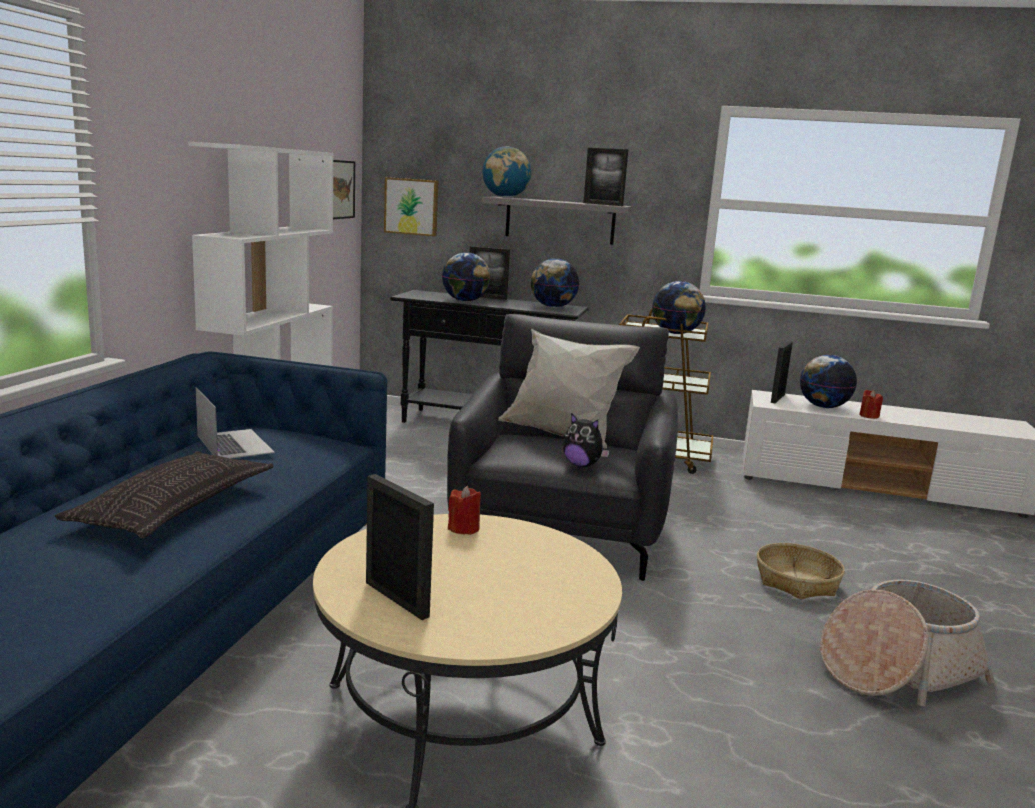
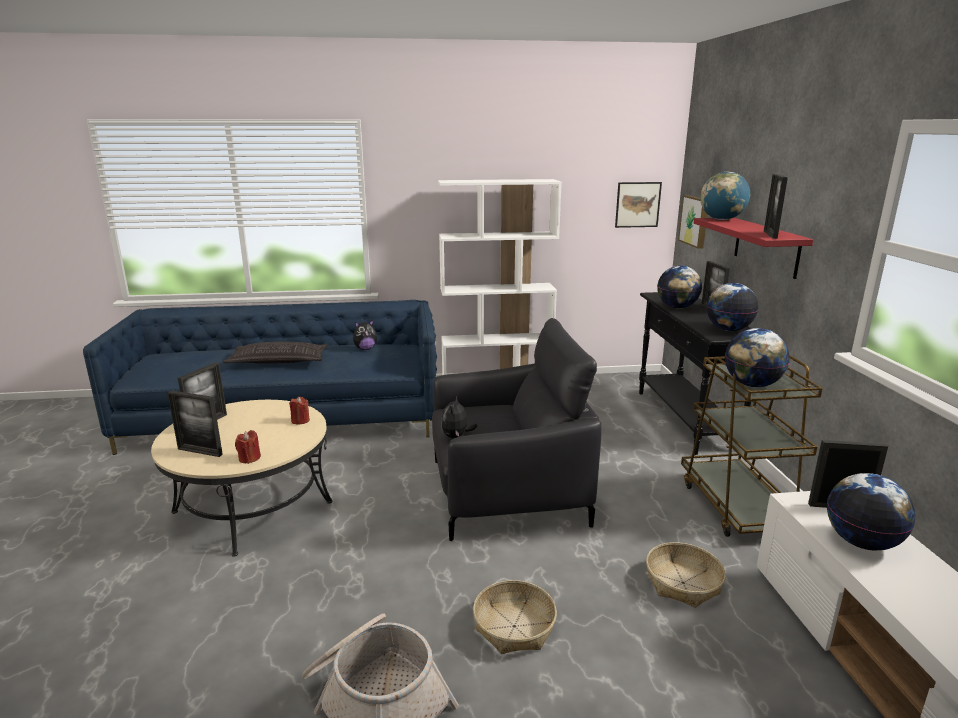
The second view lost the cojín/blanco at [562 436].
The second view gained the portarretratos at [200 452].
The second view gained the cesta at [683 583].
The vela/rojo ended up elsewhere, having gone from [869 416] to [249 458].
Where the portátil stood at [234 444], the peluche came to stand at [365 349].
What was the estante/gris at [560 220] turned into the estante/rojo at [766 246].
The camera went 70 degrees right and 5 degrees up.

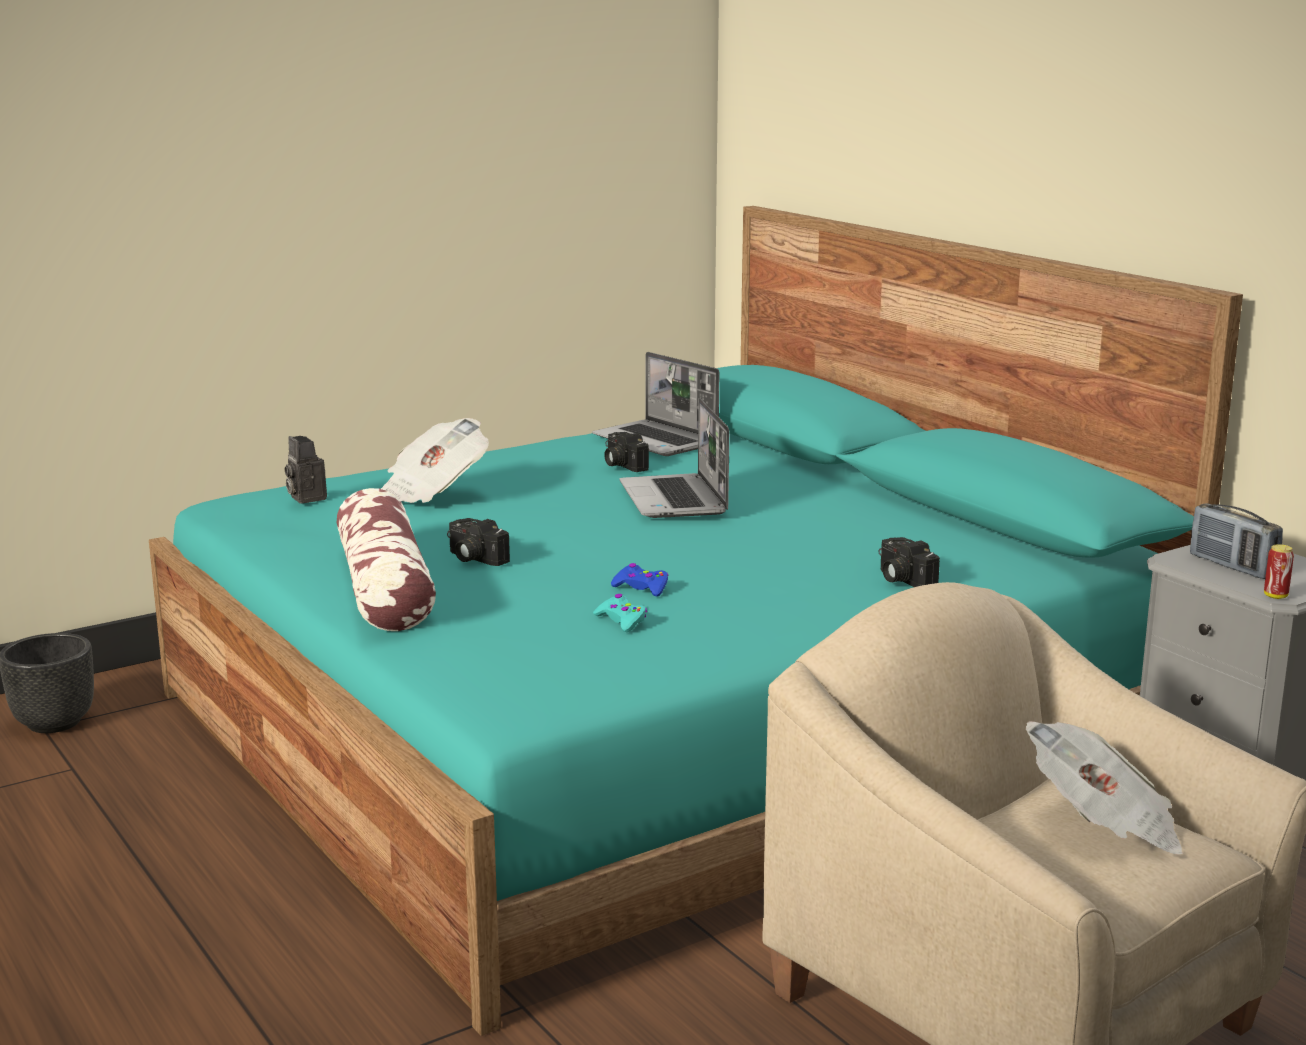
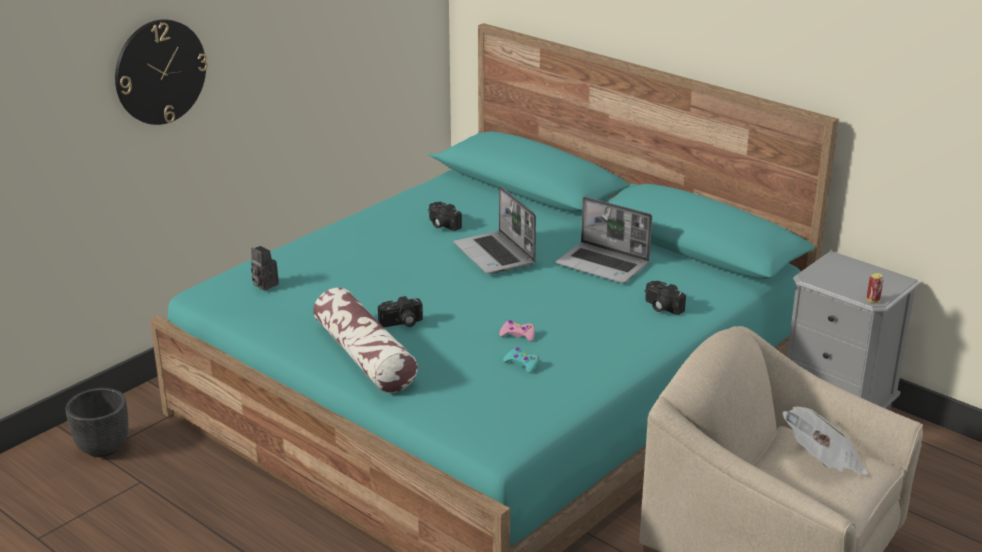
The second view lost the periódico at [431 492].
The second view lost the radio at [1232 566].
The second view gained the reloj de pared at [160 72].
The portátil ended up elsewhere, having gone from [657 441] to [603 265].
What was the mando de consola/azul at [641 588] turned into the mando de consola/rosa at [517 335].
The cámara at [473 558] ended up facing another way, 45 degrees counterclockwise from before.
The camera went 15 degrees left and 10 degrees up.

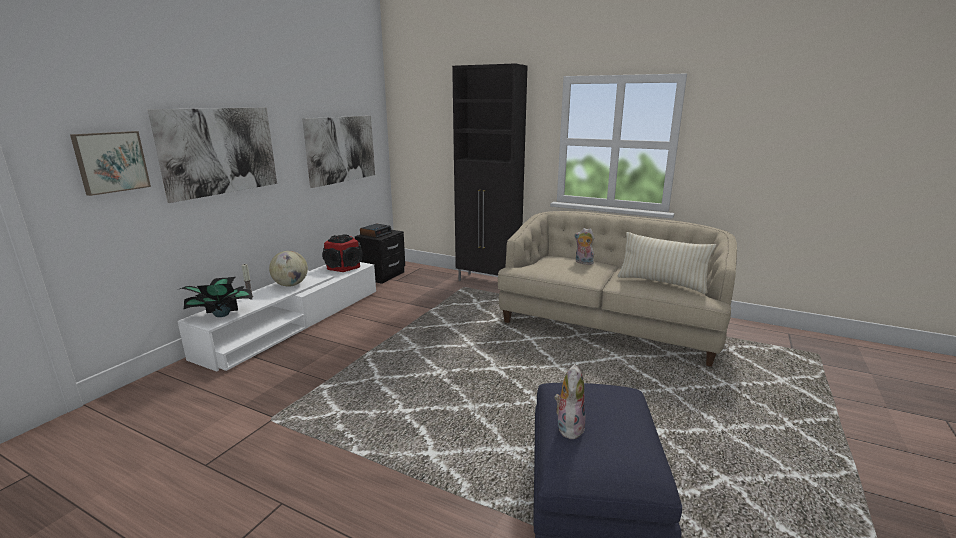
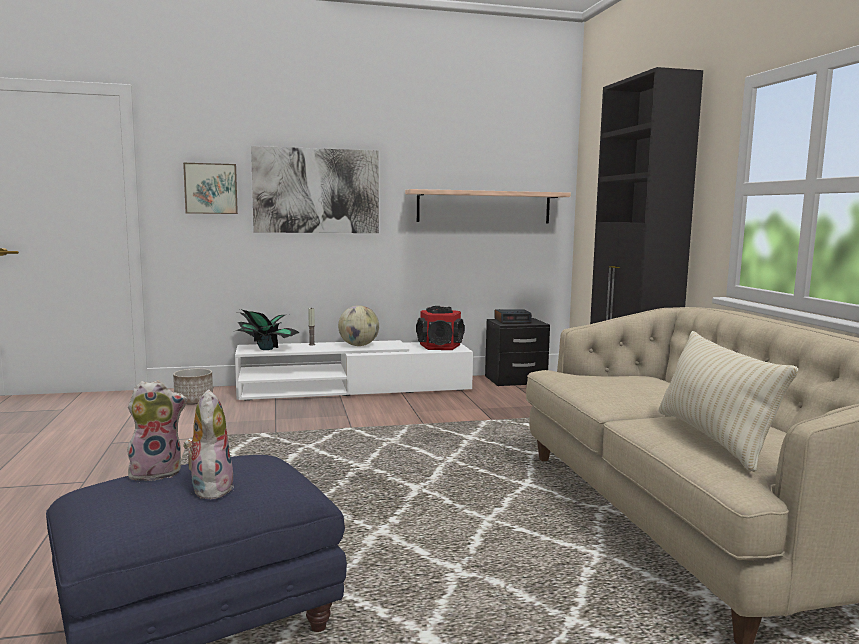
The second view gained the maceta at [193 401].
The peluche ended up elsewhere, having gone from [583 263] to [210 488].
Where the cuadro hung at [341 149], the estante came to hang at [484 207].
The camera went 50 degrees right and 10 degrees down.

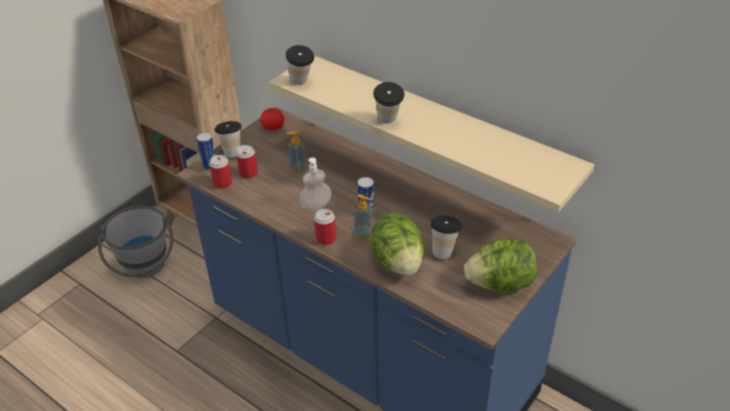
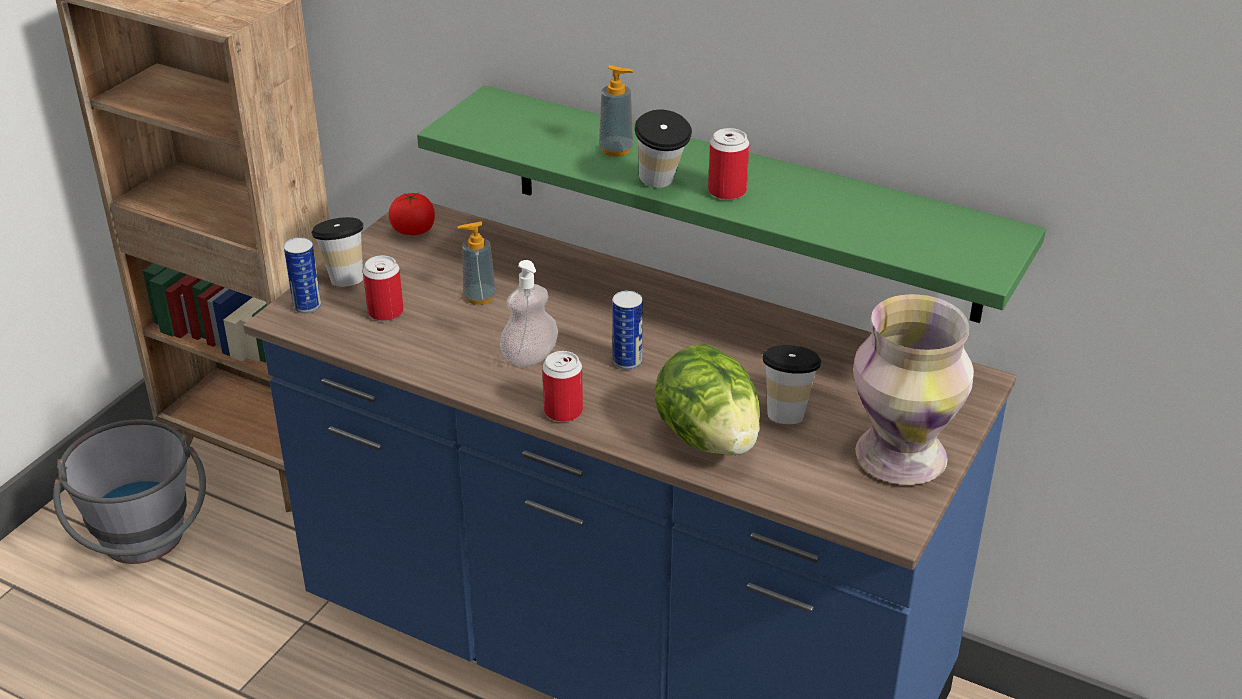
The second view lost the taza at [301 83].
The lata ended up elsewhere, having gone from [222 183] to [727 192].
The dispensador de jabón ended up elsewhere, having gone from [363 234] to [616 150].
Where the lechuga stood at [500 284], the florero came to stand at [902 458].
What was the estante/beis at [437 130] turned into the estante/verde at [740 202].
The camera went 10 degrees left and 5 degrees down.

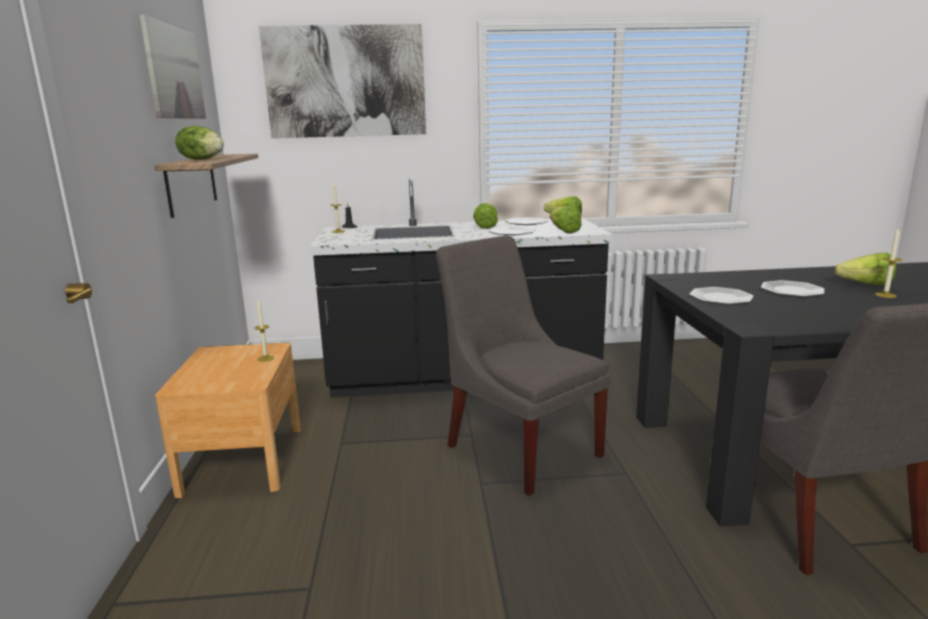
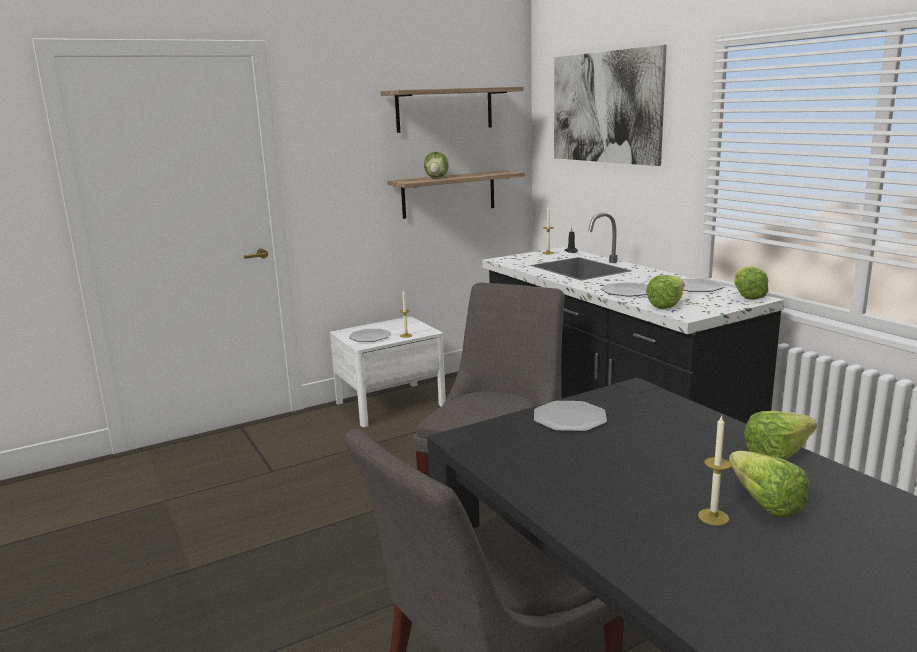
The lechuga ended up elsewhere, having gone from [486 226] to [783 454].
The plato ended up elsewhere, having gone from [791 291] to [370 337].
Where the cuadro hung at [174 73], the estante came to hang at [444 109].
What was the mesita de noche/marrón at [243 460] turned into the mesita de noche/blanco at [390 404].
The camera went 65 degrees right and 0 degrees up.

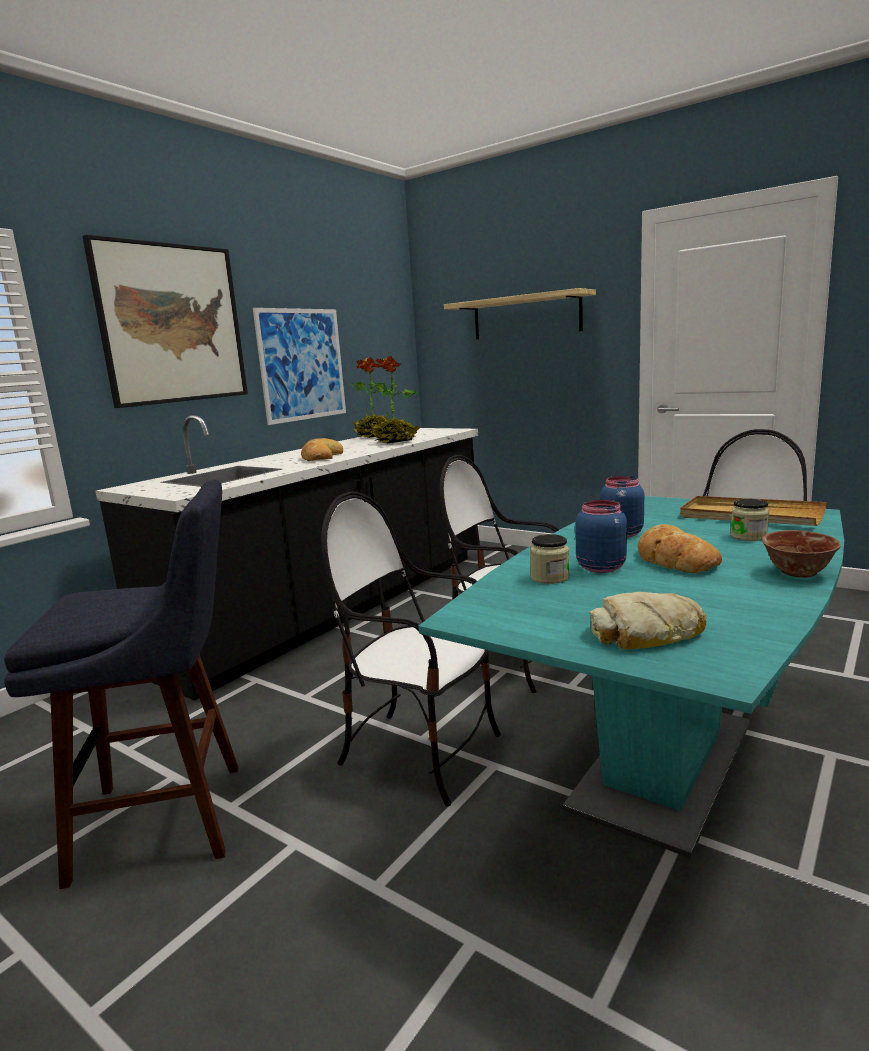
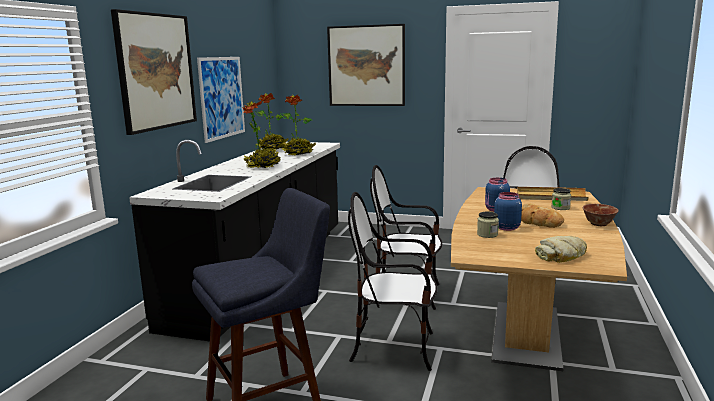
Where the pan stood at [320 457], the planta en maceta came to stand at [262 167].
Where the estante hung at [526 316], the cuadro came to hang at [366 66].
What was the mesa de comedor/turquesa at [664 764] turned into the mesa de comedor/marrón at [526 334].
The camera went 20 degrees left and 0 degrees up.

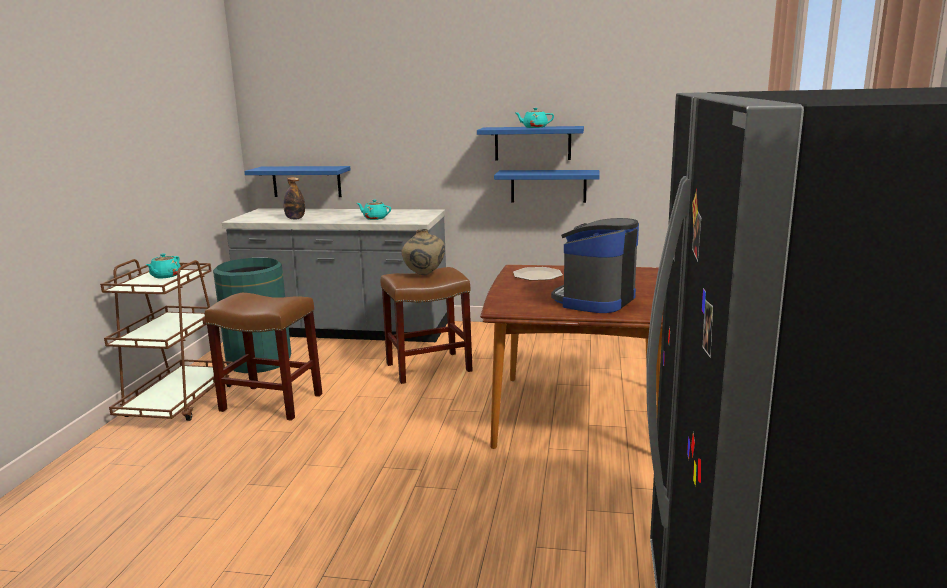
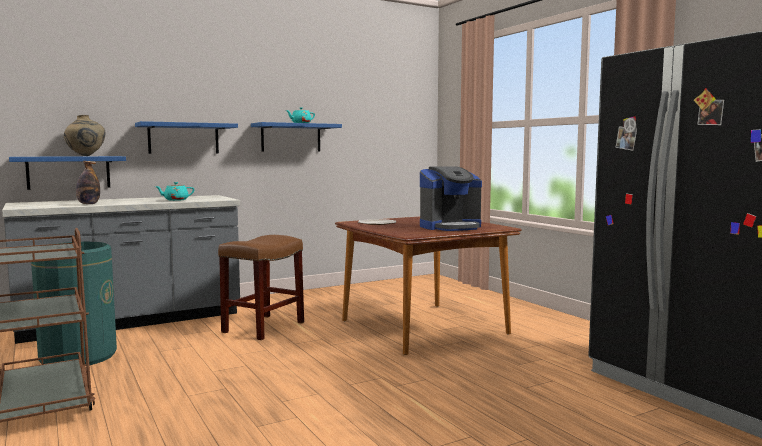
The second view lost the tetera/turquesa at [165 276].
The second view lost the taburete/marrón at [273 402].
The florero/beis ended up elsewhere, having gone from [424 275] to [85 156].
The estante/azul ended up elsewhere, having gone from [548 186] to [183 138].
The cafetera at [594 300] ended up facing another way, 105 degrees counterclockwise from before.
The camera went 40 degrees left and 10 degrees down.

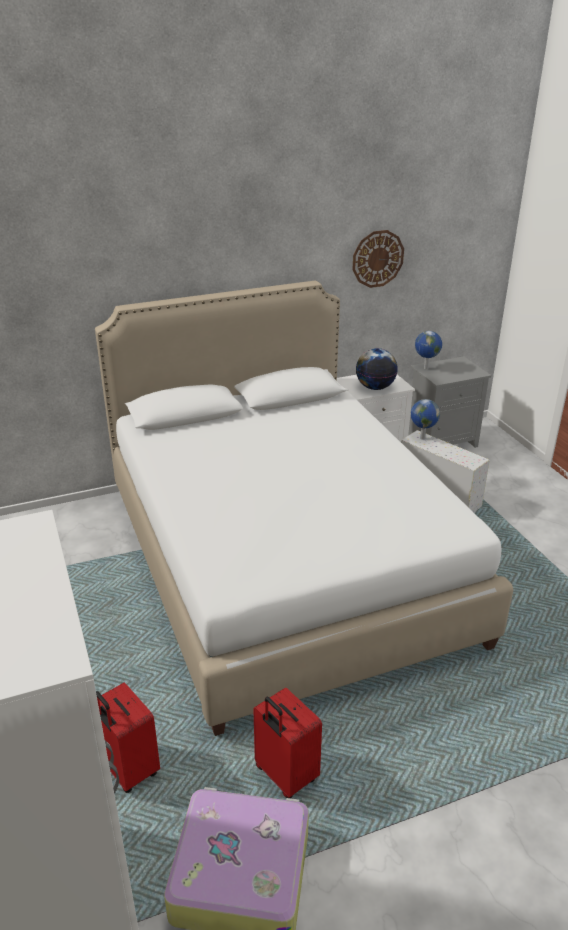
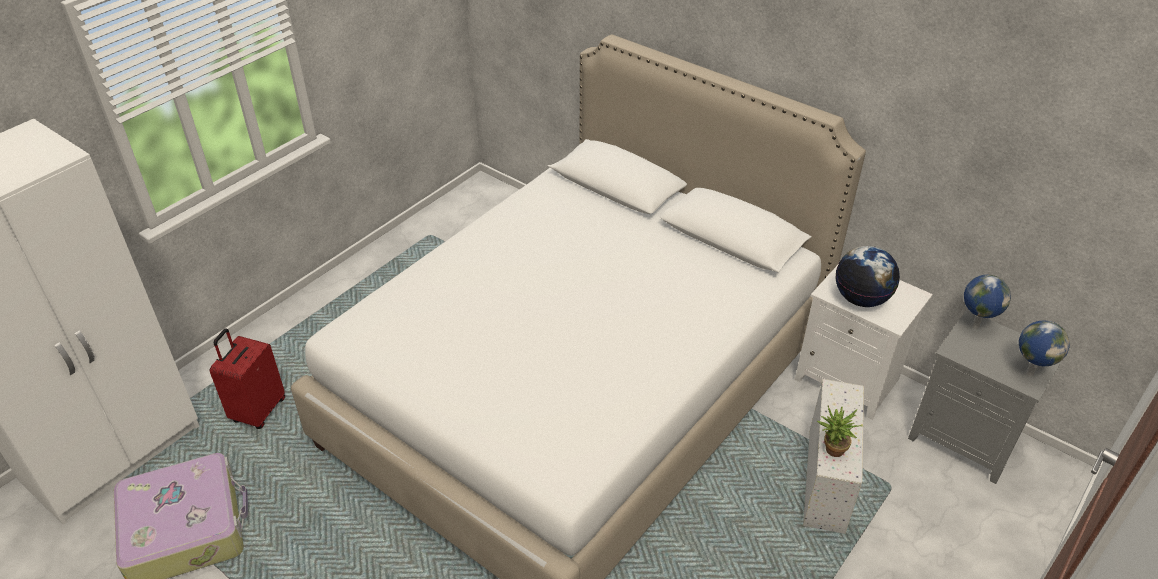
The second view lost the maleta/rojo at [284 775].
The second view lost the reloj de pared at [377 258].
The second view gained the planta en maceta at [831 451].
The globo terráqueo ended up elsewhere, having gone from [421 438] to [1029 373].
The camera went 60 degrees right and 10 degrees up.

